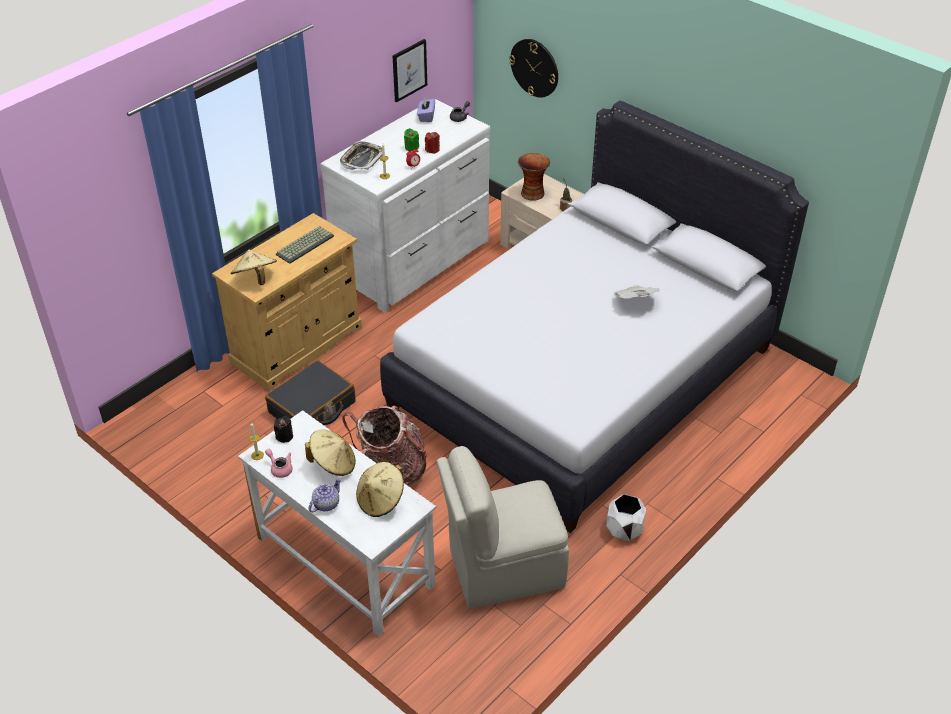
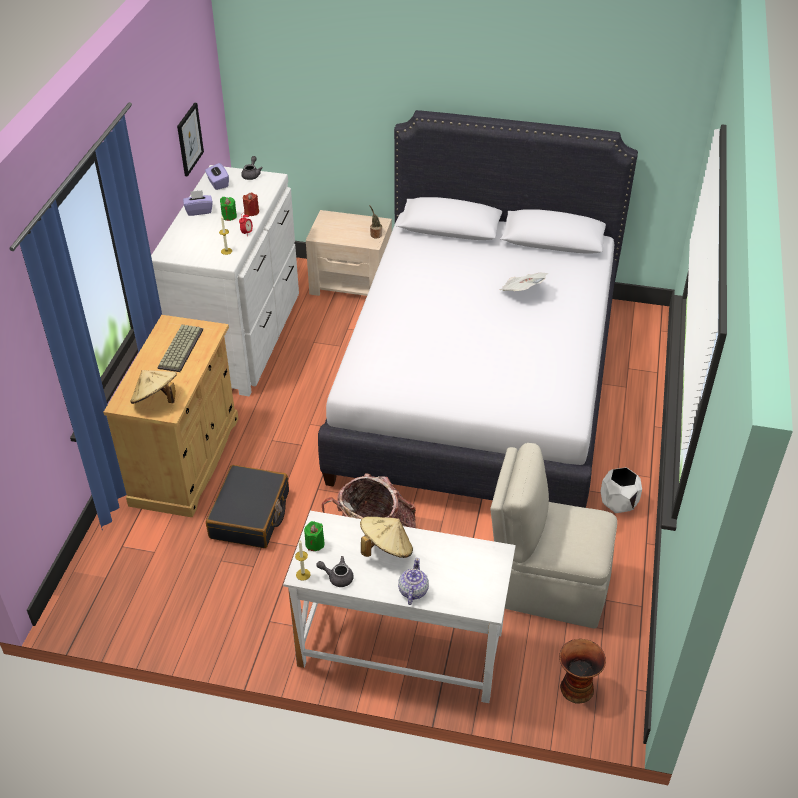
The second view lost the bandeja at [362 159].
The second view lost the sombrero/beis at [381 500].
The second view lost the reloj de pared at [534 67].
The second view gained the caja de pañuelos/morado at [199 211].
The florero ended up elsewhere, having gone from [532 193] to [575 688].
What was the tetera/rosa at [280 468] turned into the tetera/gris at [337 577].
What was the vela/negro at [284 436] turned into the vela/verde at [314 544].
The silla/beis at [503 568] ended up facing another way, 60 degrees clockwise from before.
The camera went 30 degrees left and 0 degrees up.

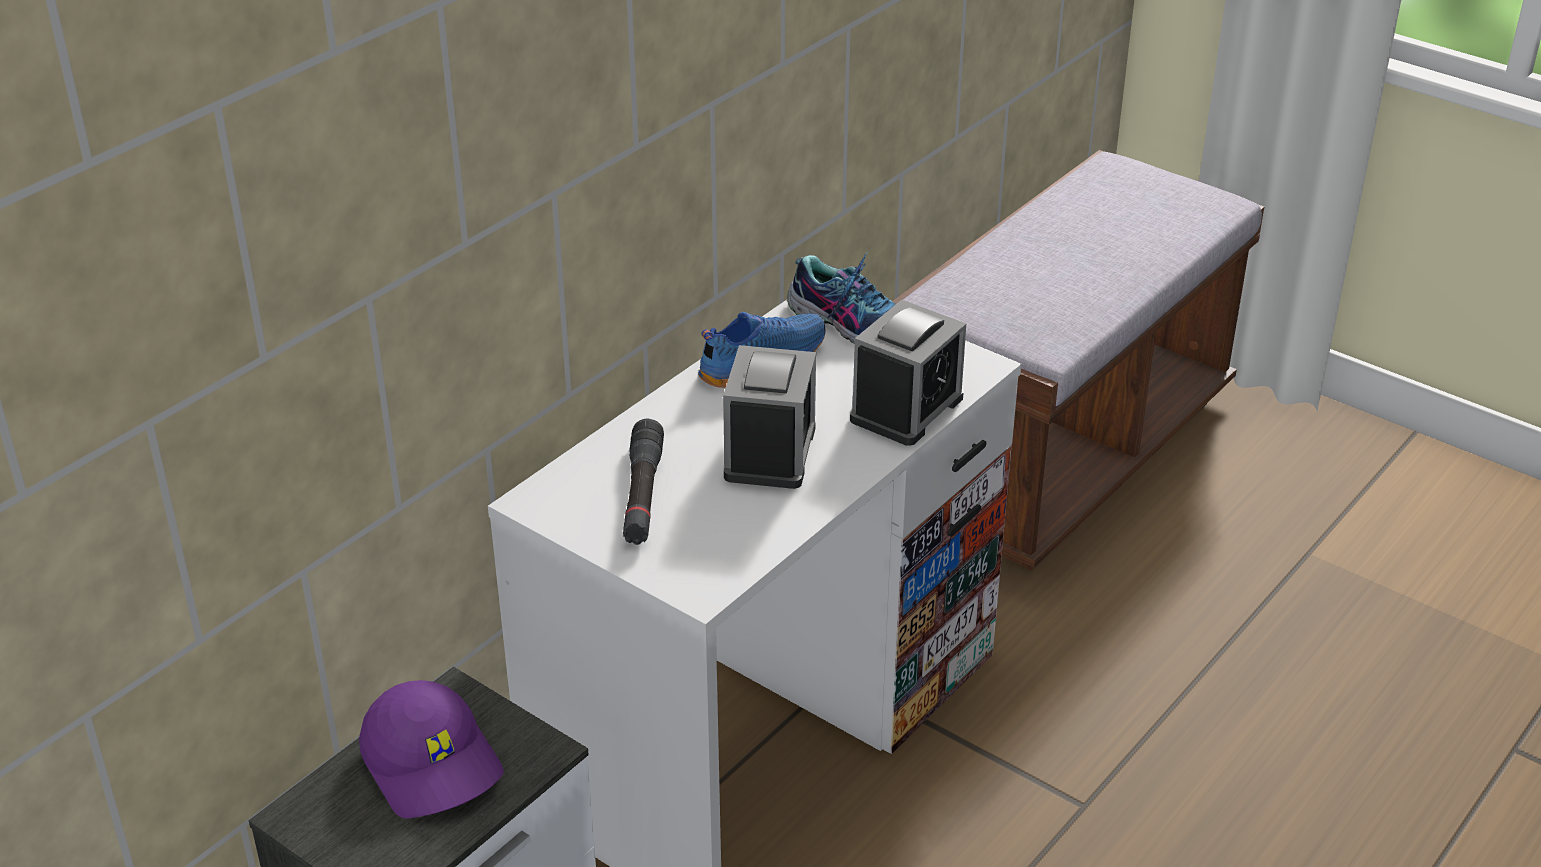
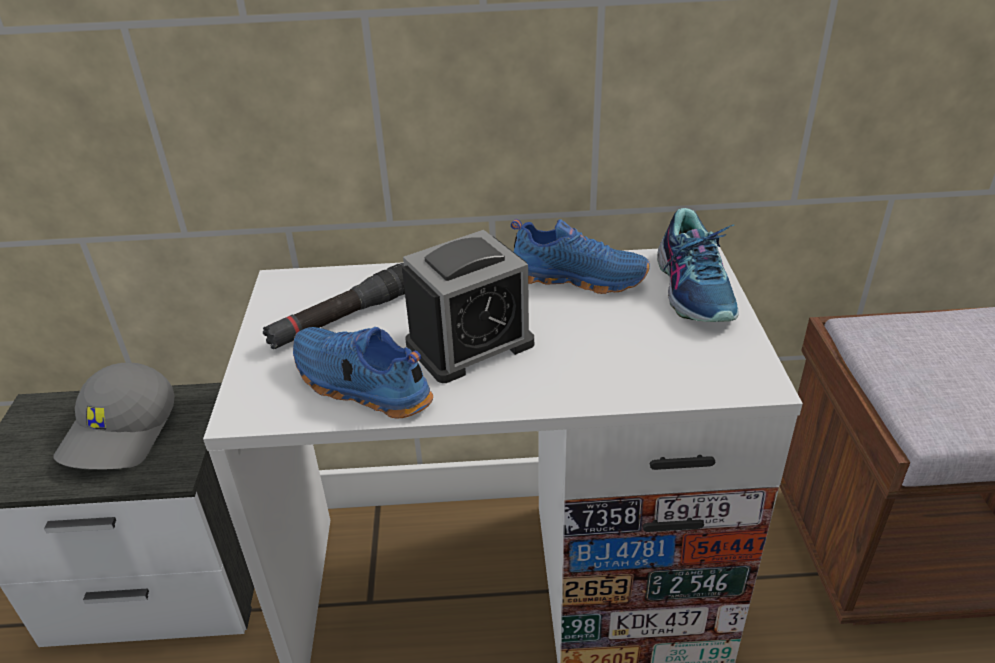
The second view lost the despertador at [906 408].
The second view gained the zapato/azul at [360 387].
What was the gorra/morado at [434 764] turned into the gorra/gris at [121 432].
The camera went 50 degrees right and 0 degrees up.

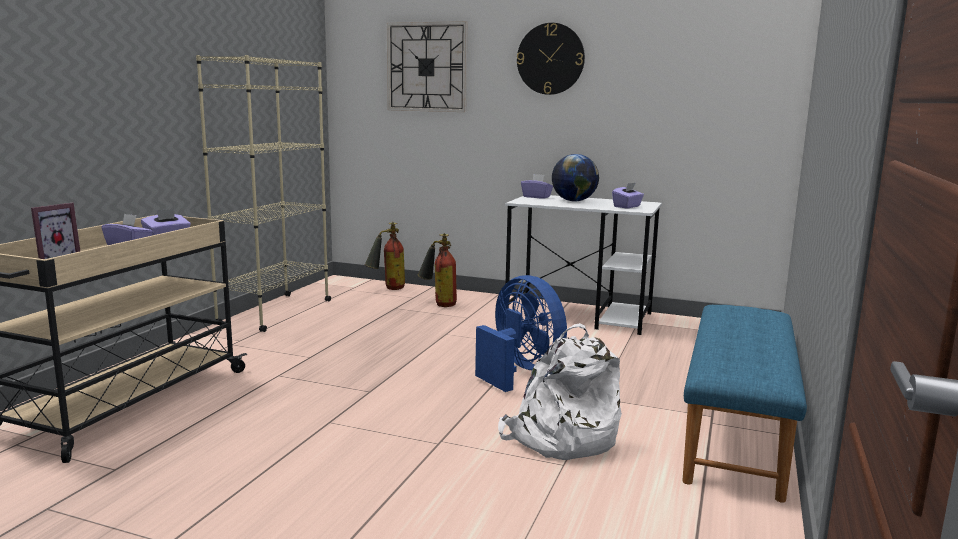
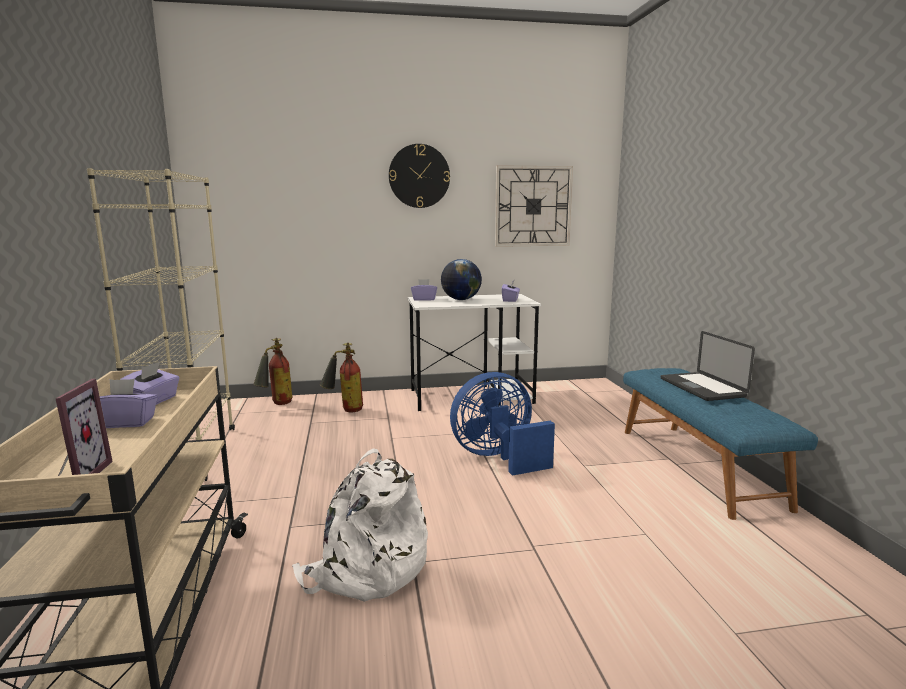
The second view gained the portátil at [702 388].
The reloj de pared ended up elsewhere, having gone from [427 67] to [533 206].
The mochila/blanco ended up elsewhere, having gone from [560 438] to [366 570].
The ventilador/azul at [520 371] ended up facing another way, 45 degrees counterclockwise from before.
The camera went 30 degrees left and 0 degrees up.

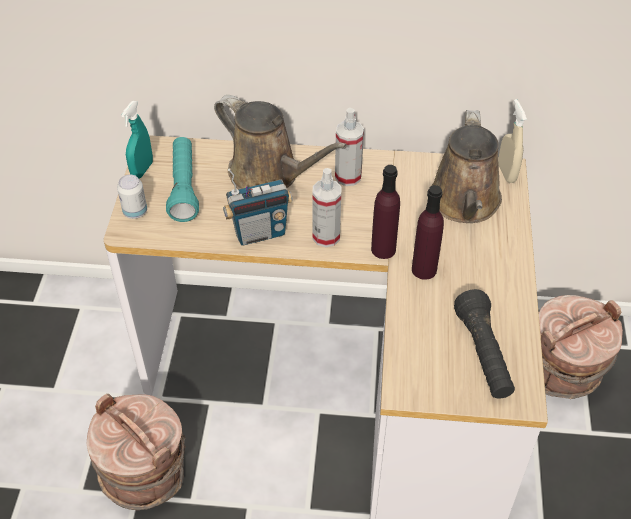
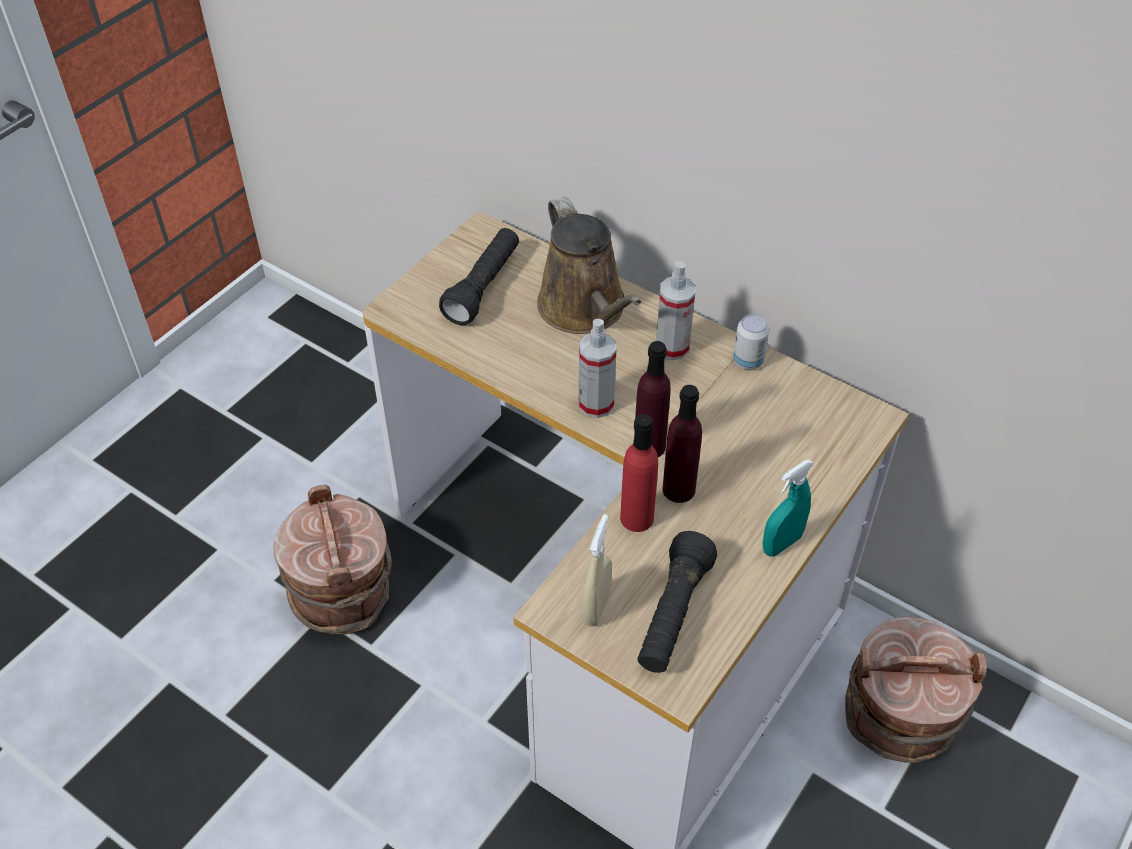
The second view lost the radio at [259 233].
The second view lost the regadera/marrón at [465 203].
The second view gained the botella/rojo at [637 518].
The lata ended up elsewhere, having gone from [135 212] to [748 361].
The pulverizador/turquesa ended up elsewhere, having gone from [142 170] to [782 544].
The pulverizador/beis ended up elsewhere, having gone from [506 173] to [596 607].
What was the linterna/turquesa at [184 188] turned into the linterna/negro at [483 287].
The camera went 30 degrees right and 0 degrees up.

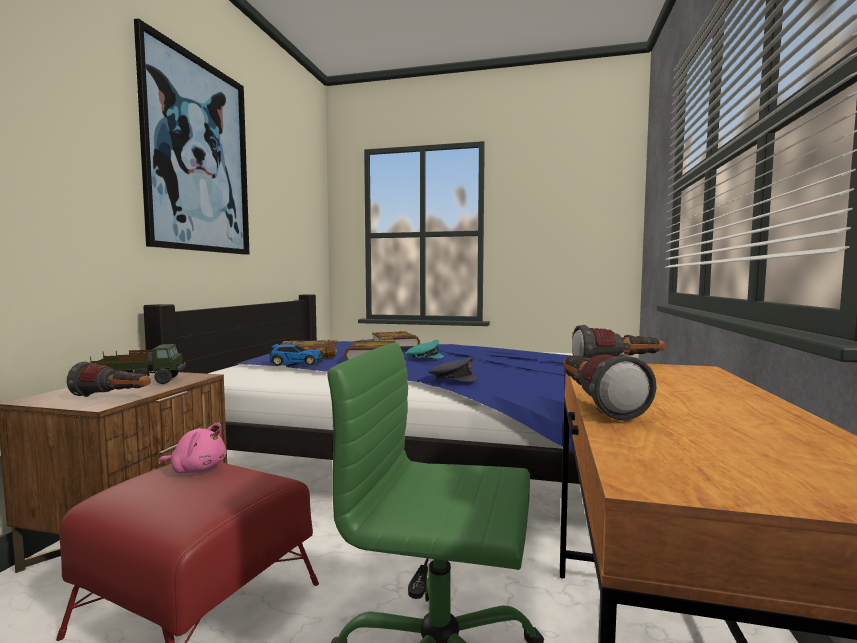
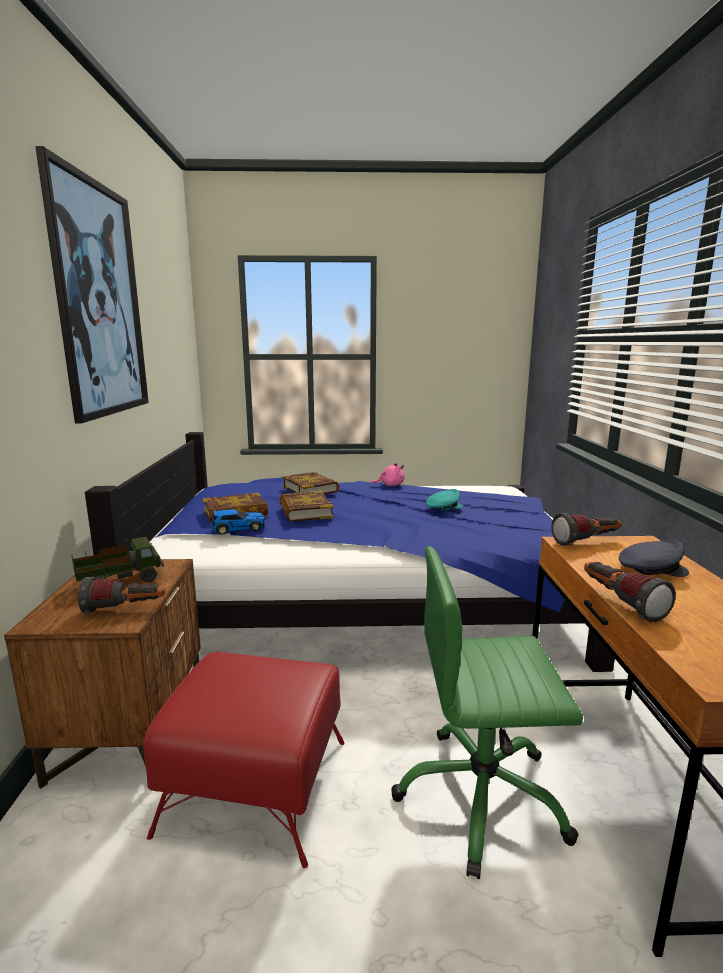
The peluche/rosa ended up elsewhere, having gone from [196 469] to [390 485].
The gorra/turquesa ended up elsewhere, having gone from [423 357] to [443 507].
The gorra/gris ended up elsewhere, having gone from [453 378] to [650 569].
The camera went 15 degrees left and 10 degrees up.

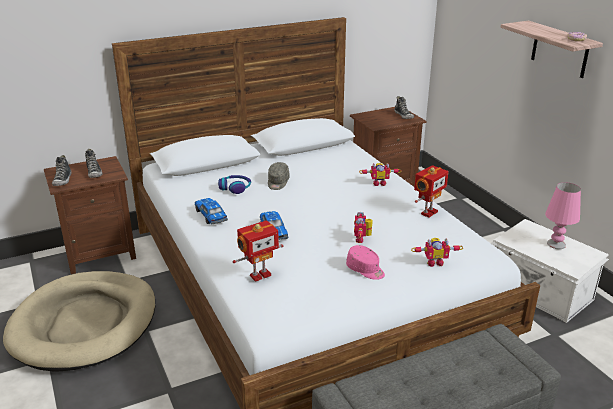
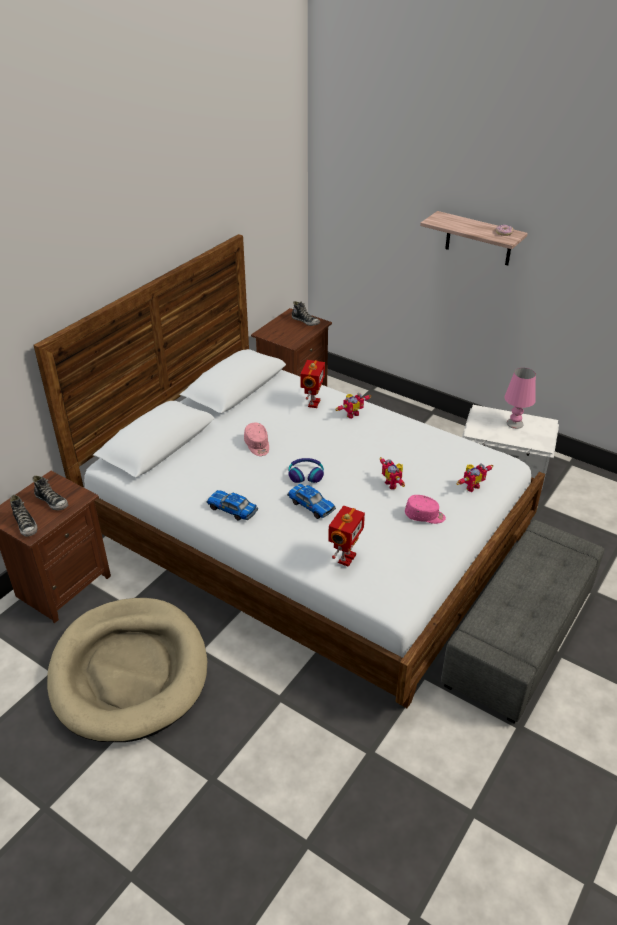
The auriculares ended up elsewhere, having gone from [235 188] to [306 474].
The robot de juguete ended up elsewhere, having gone from [428 212] to [312 403].
What was the gorra/gris at [278 182] turned into the gorra/rosa at [257 445].
The camera went 30 degrees left and 10 degrees up.

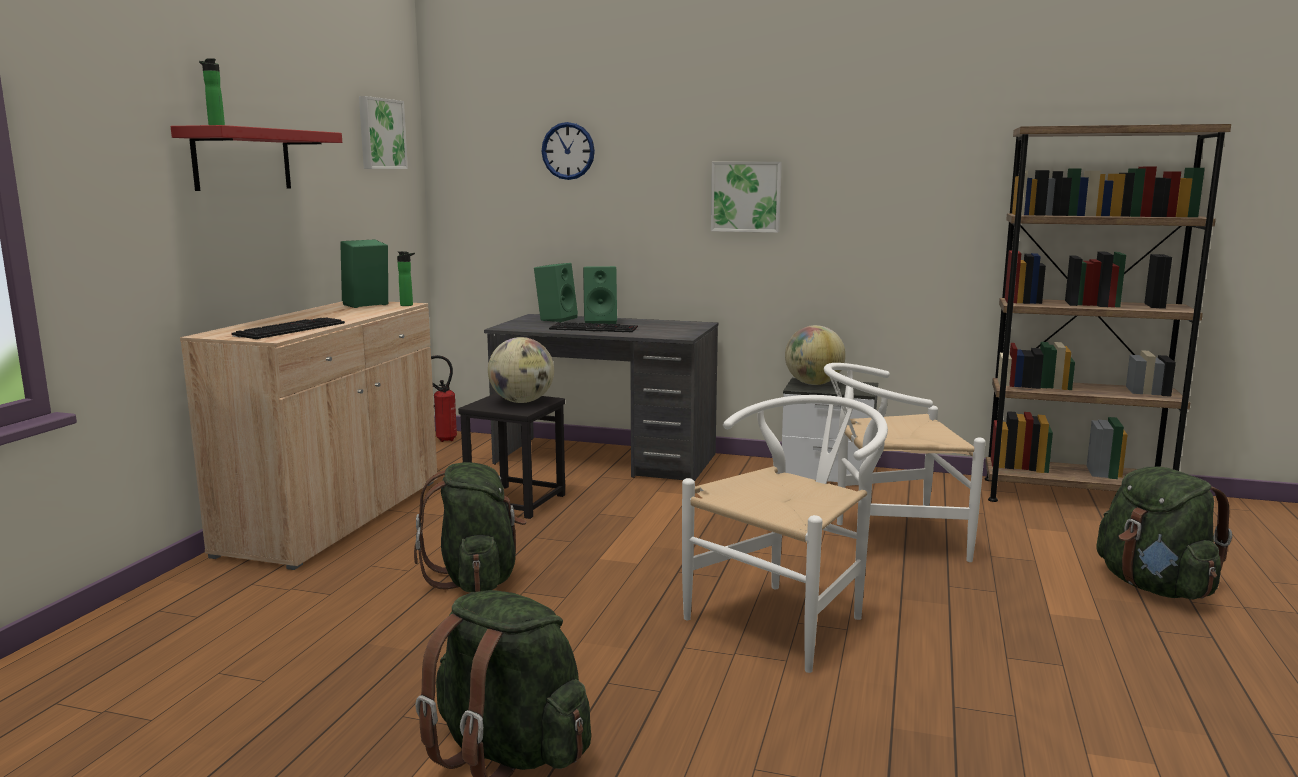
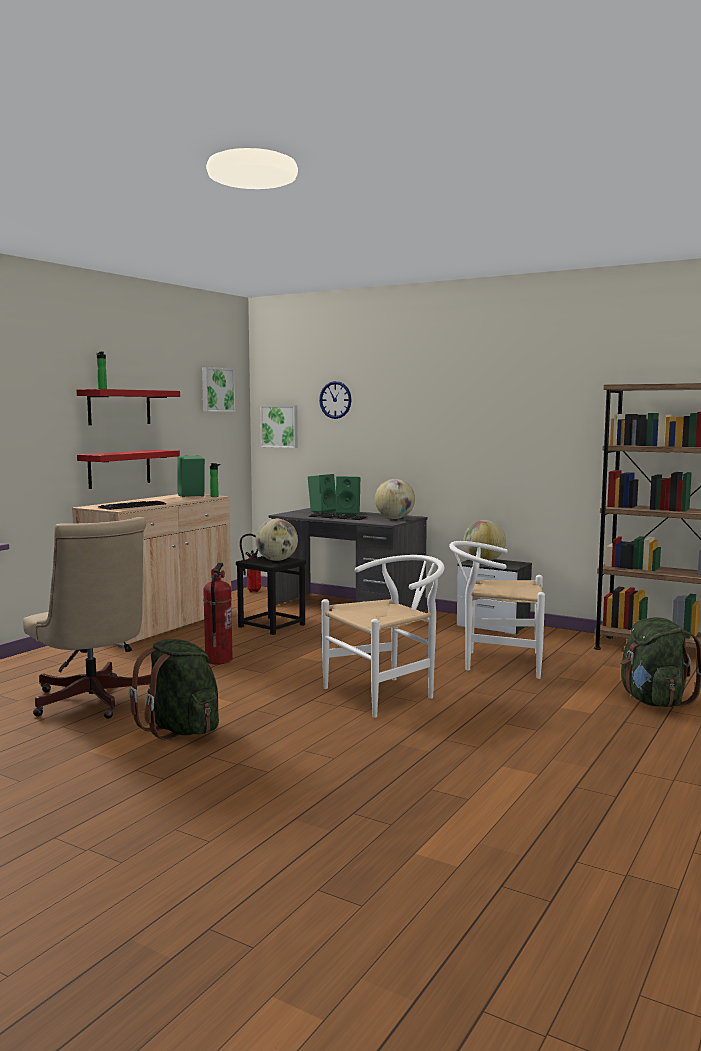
The second view gained the silla de oficina/beis at [93 703].
The second view gained the estante/rojo at [119 468].
The second view gained the globo terráqueo at [394 518].
The cuadro ended up elsewhere, having gone from [746 196] to [280 426].
Where the mochila/verde stood at [476 579], the extintor came to stand at [218 660].
The camera went 15 degrees right and 5 degrees down.

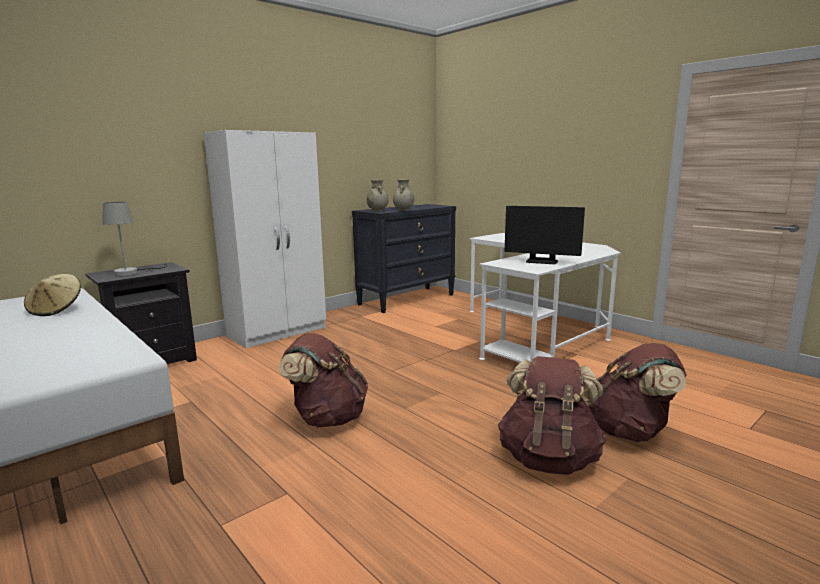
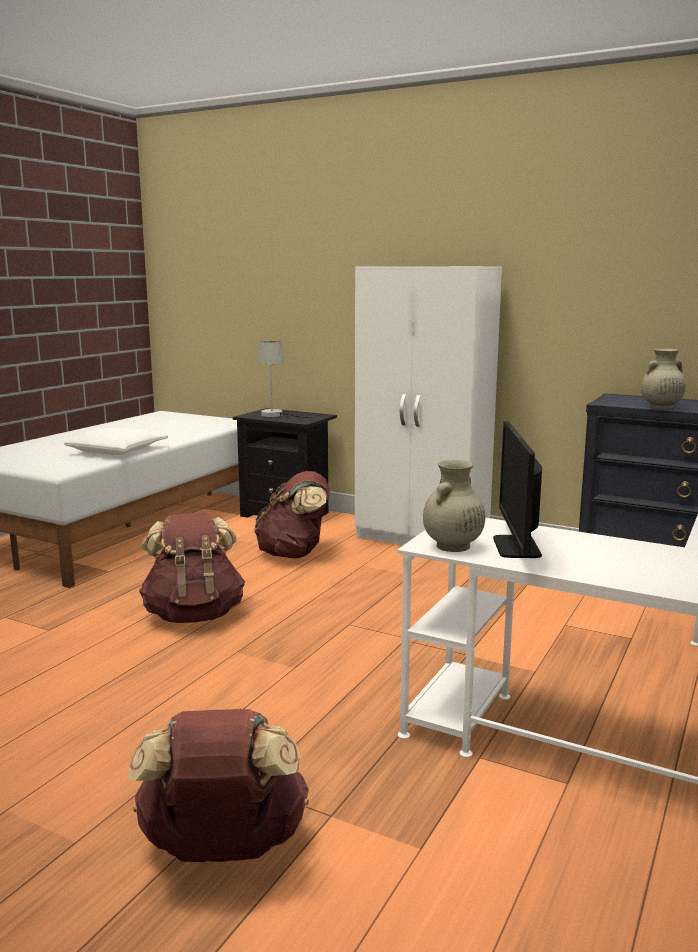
The second view lost the sombrero/beis at [56 310].
The second view gained the cojín/blanco at [118 451].
The florero/beis ended up elsewhere, having gone from [378 211] to [452 546].
The mochila/marrón ended up elsewhere, having gone from [548 459] to [294 553].
The camera went 70 degrees right and 0 degrees up.

